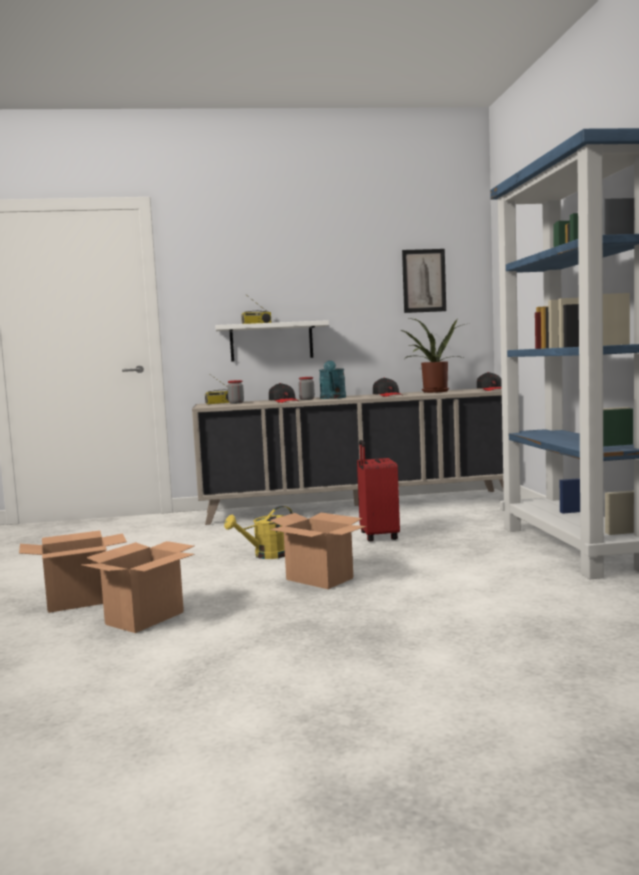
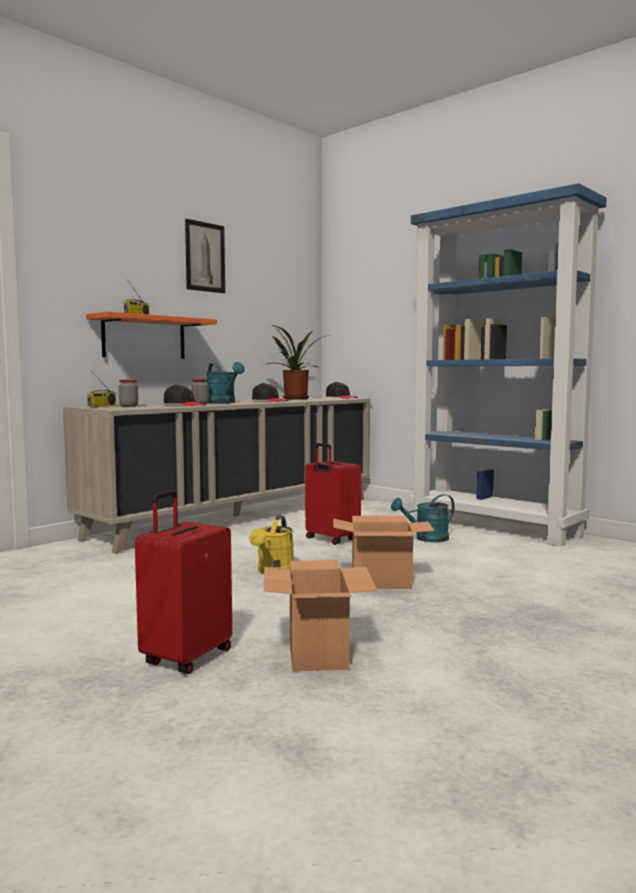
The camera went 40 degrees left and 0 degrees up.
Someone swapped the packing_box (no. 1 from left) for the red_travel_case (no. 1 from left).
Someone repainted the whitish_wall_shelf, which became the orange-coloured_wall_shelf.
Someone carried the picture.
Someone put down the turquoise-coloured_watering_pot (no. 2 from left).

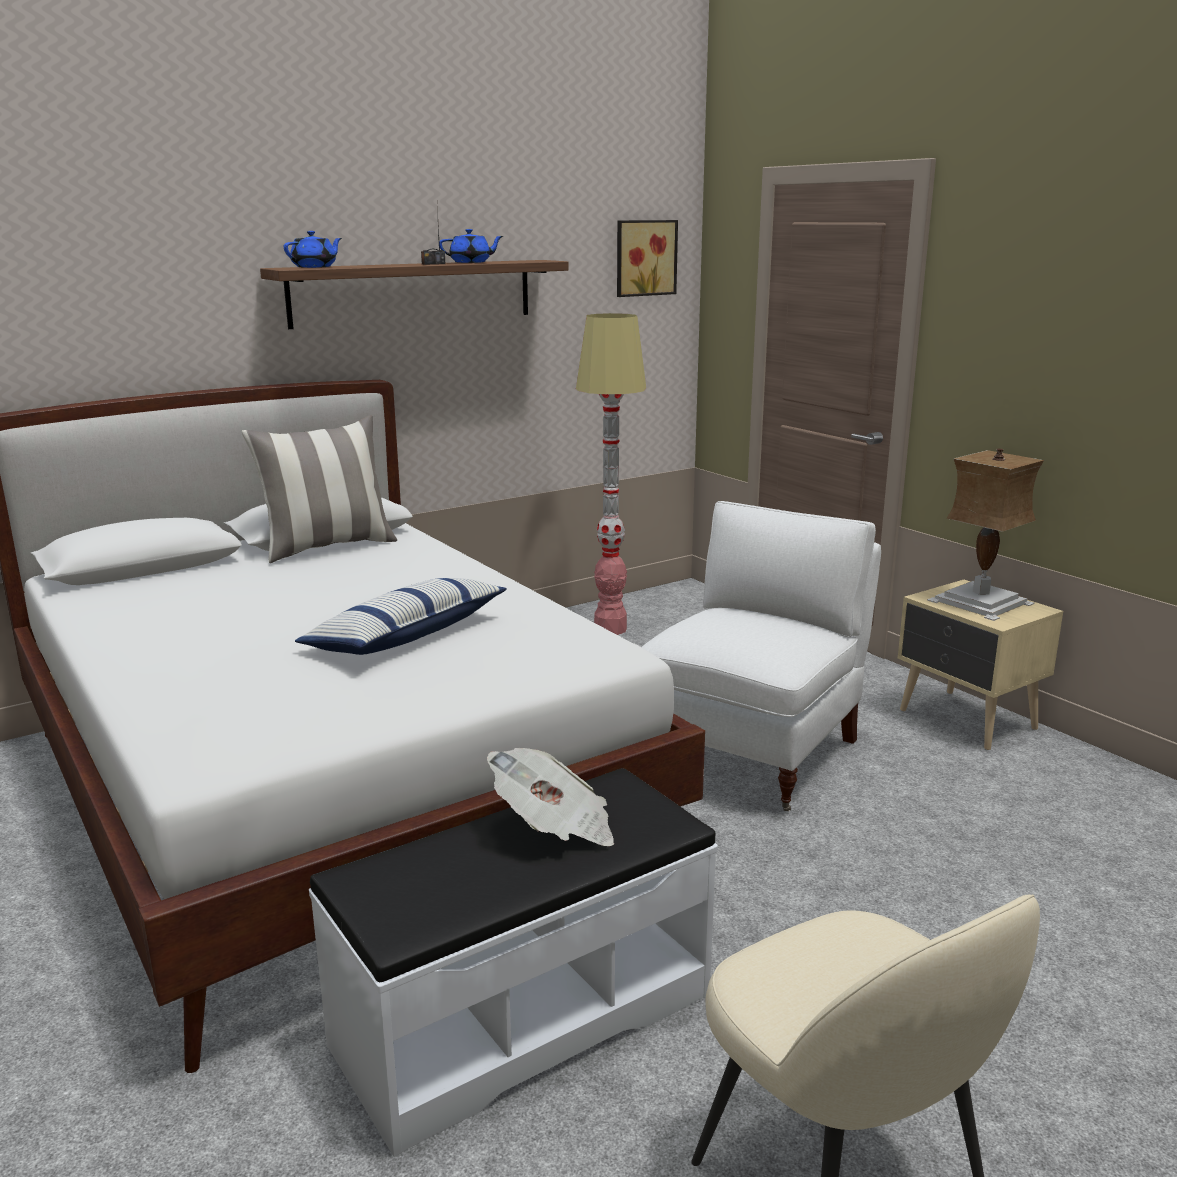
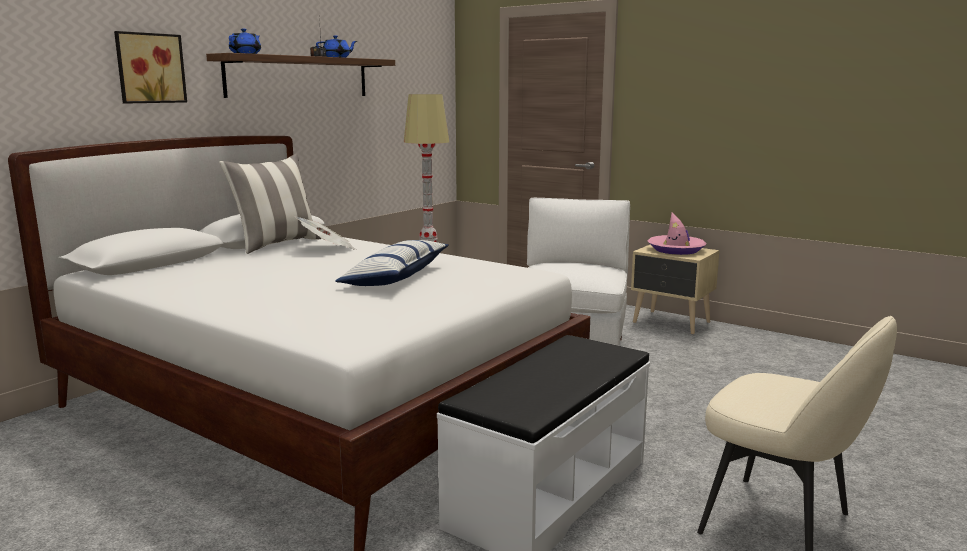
The camera went 20 degrees left and 5 degrees down.
Someone carried the printed_paper.
Someone carried the picture.
Someone swapped the table_lamp for the pink-coloured_hat.

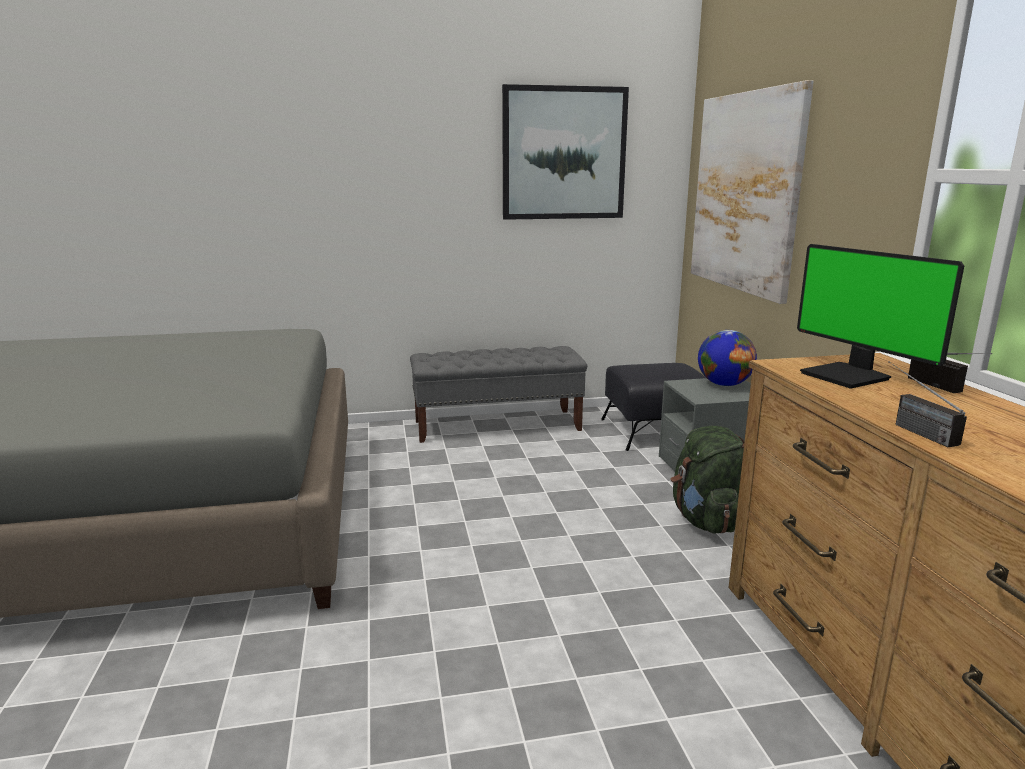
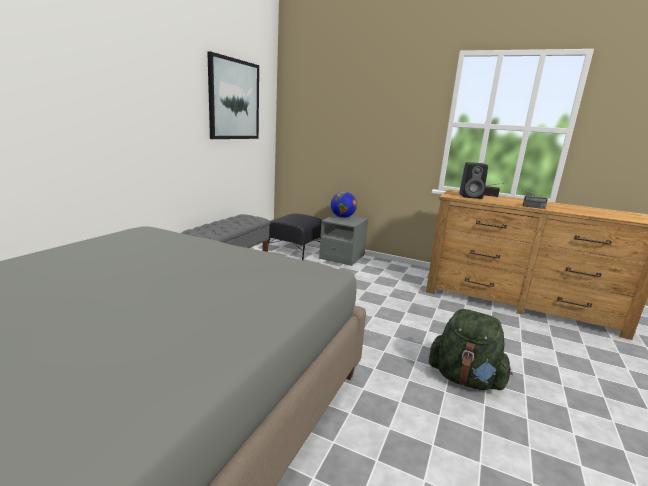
The camera went 55 degrees left and 0 degrees up.
Someone carried the greenish_backpack.
Someone took away the picture (no. 2 from left).
Someone swapped the computer_display for the blackish_loudspeaker.

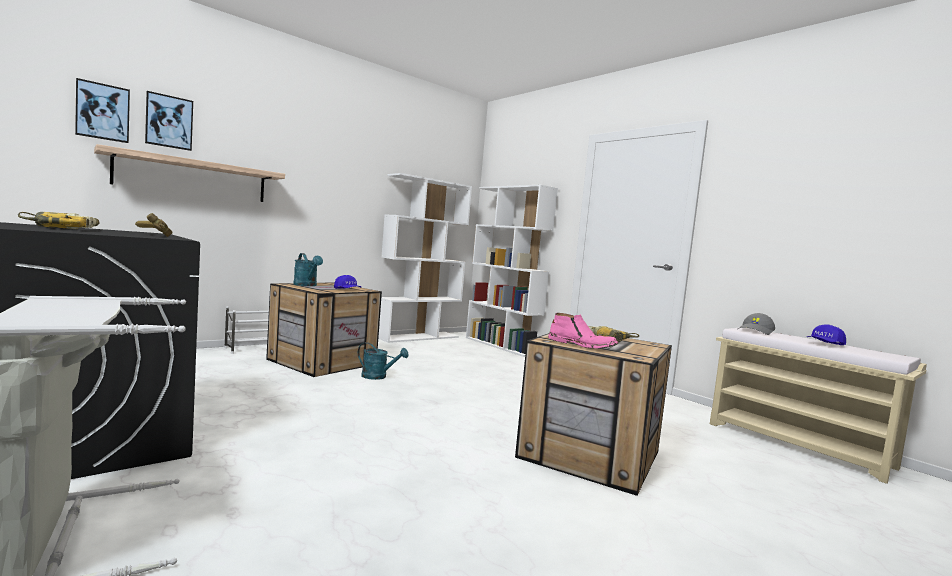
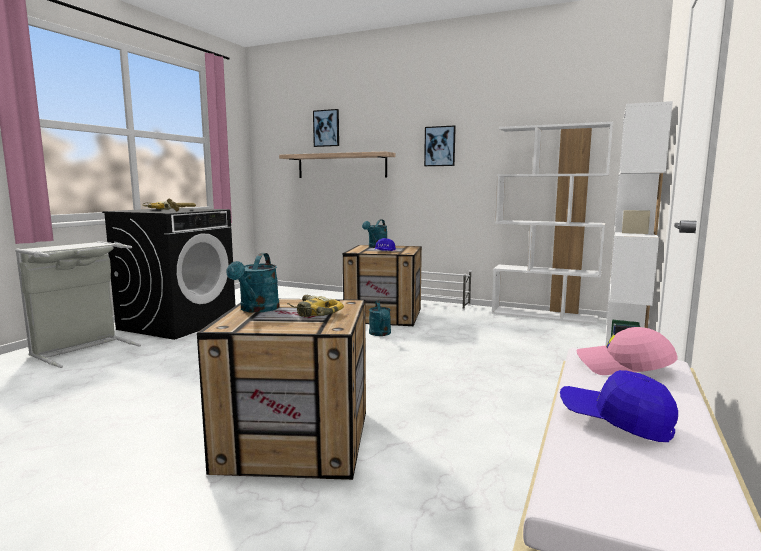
The camera went 65 degrees right and 5 degrees up.
Someone carried the picture (no. 1 from left in the first image).
Someone swapped the pink-coloured_tall_boot for the turquoise-coloured_watering_pot (no. 1 from left).
Someone repainted the grey_cap, which became the pink-coloured_cap.

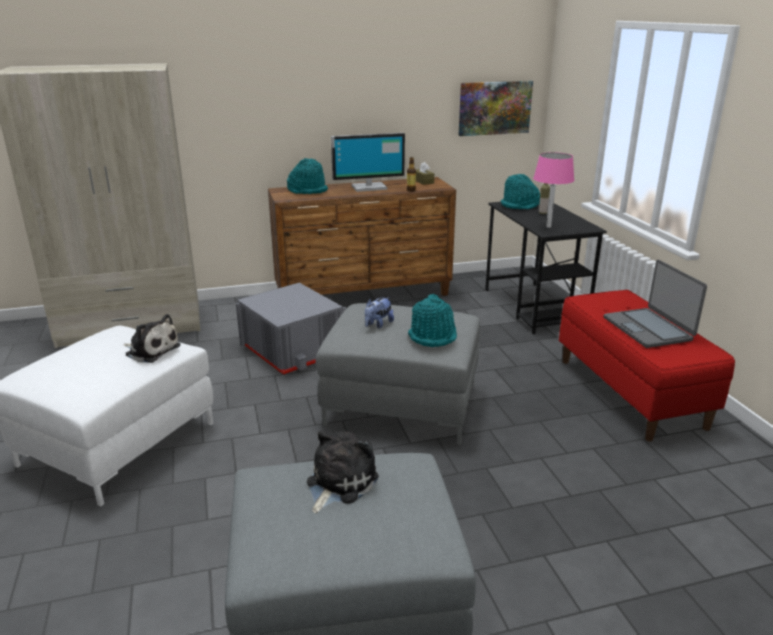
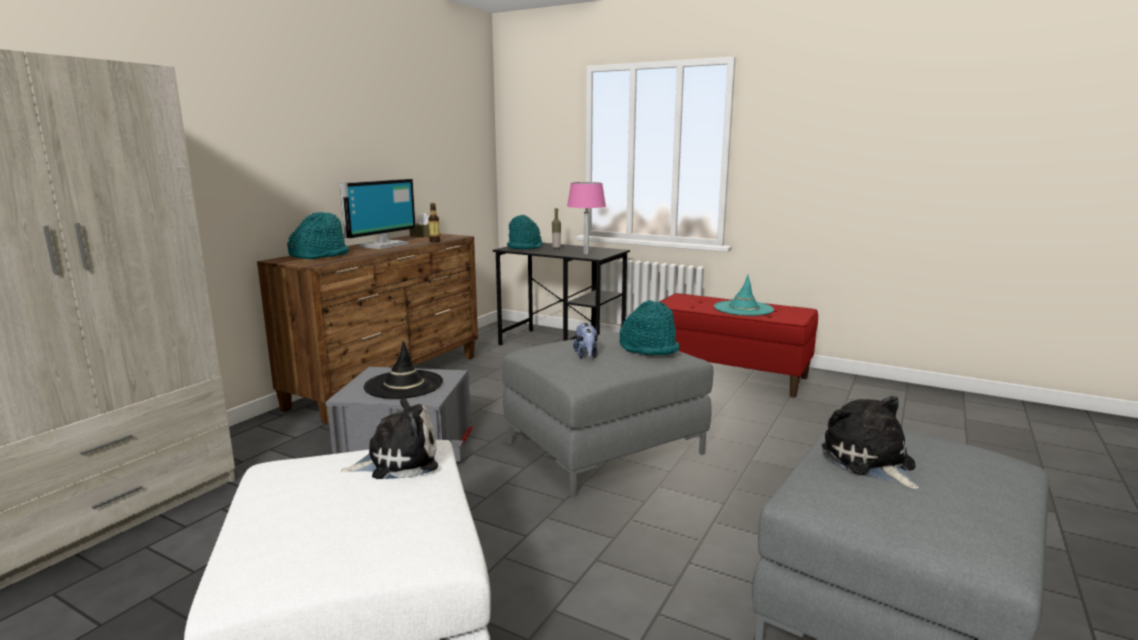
The camera went 45 degrees left and 10 degrees down.
Someone took away the picture.
Someone swapped the laptop for the turquoise-coloured_hat (no. 4 from left).
Someone put down the blackish_hat.

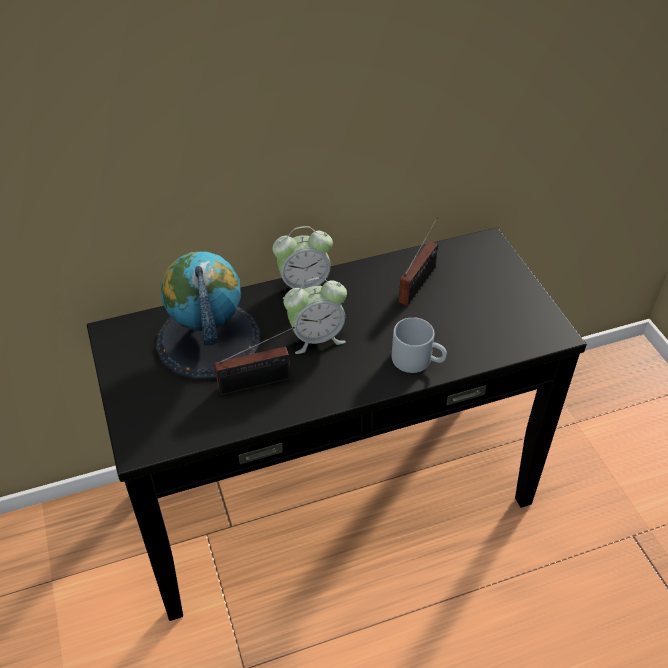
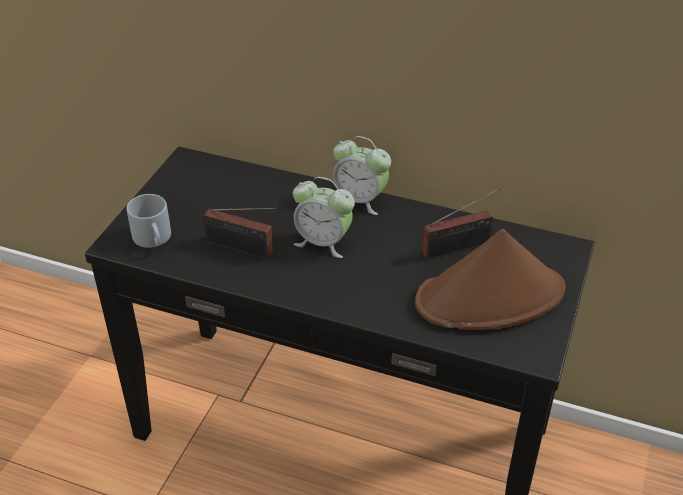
The camera went 40 degrees right and 5 degrees down.
Someone took away the world_globe.
Someone carried the grey_mug.
Someone put down the brown-coloured_hat.

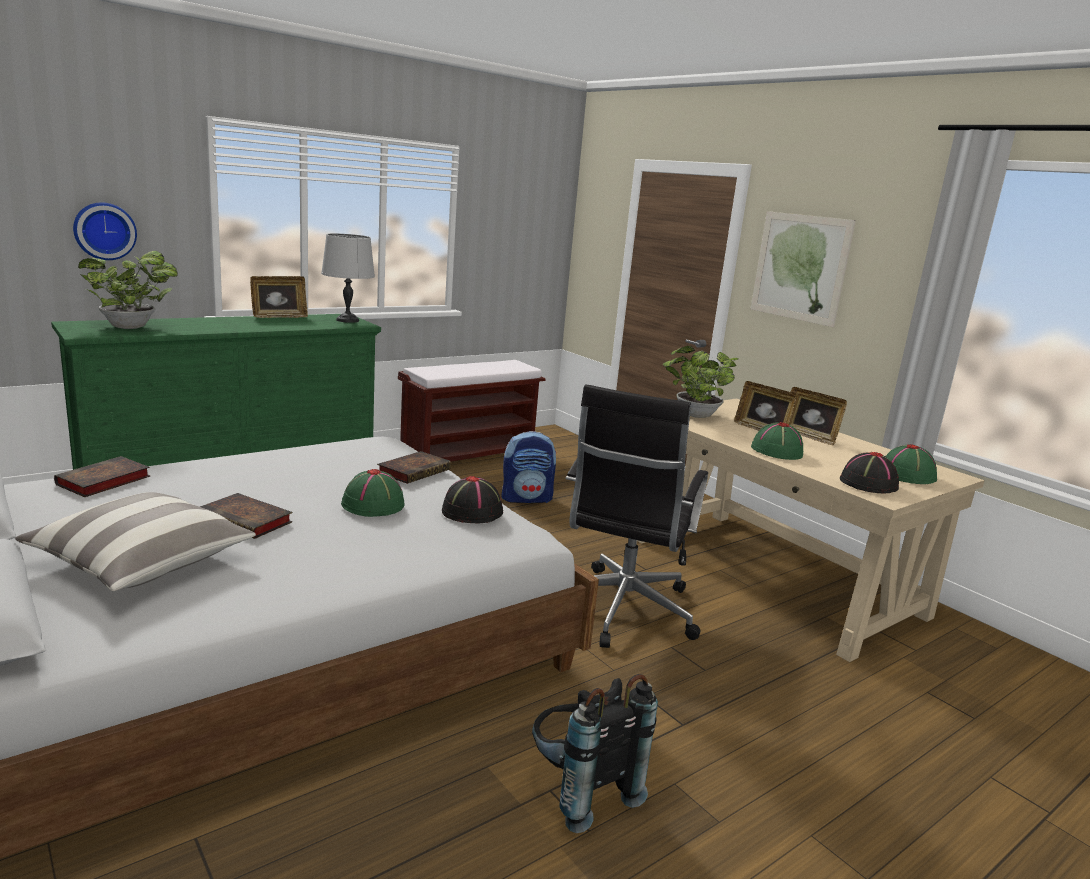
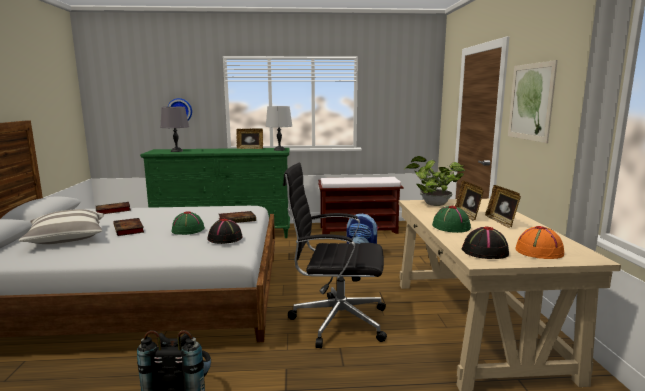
The camera went 35 degrees right and 5 degrees down.
Someone swapped the plant_in_a_pot (no. 1 from left) for the grey_table_lamp (no. 1 from left).
Someone rotated the blackish_office_chair by 45 degrees clockwise.
Someone repainted the greenish_hat (no. 3 from left), which became the orange-coloured_hat.

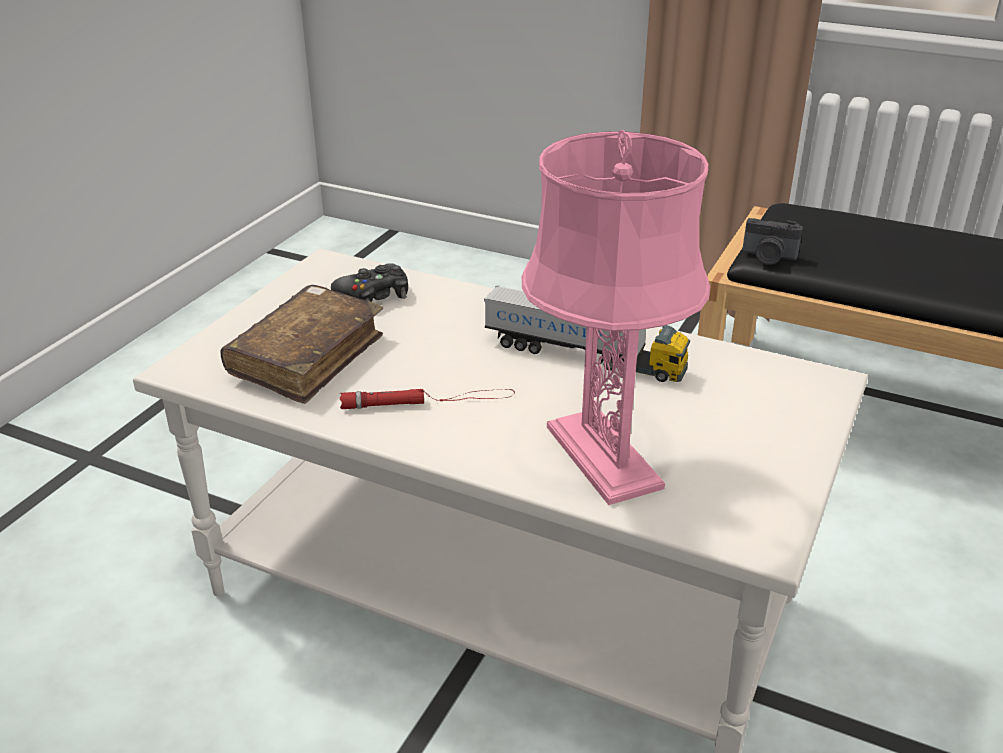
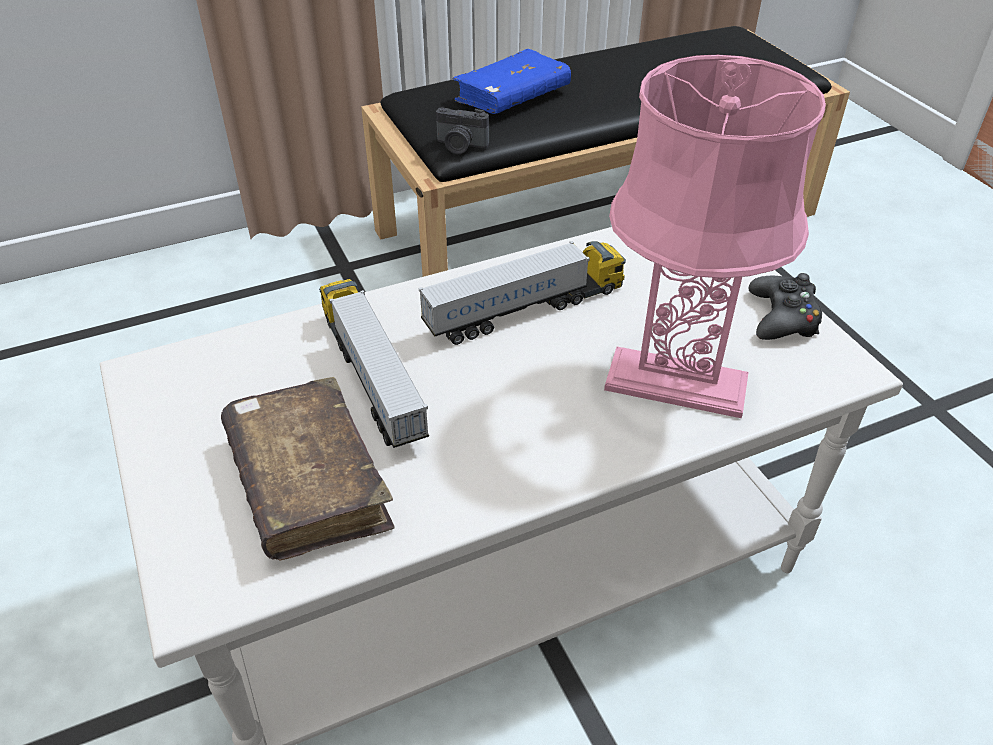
The camera went 50 degrees left and 10 degrees up.
Someone carried the blackish_gamepad.
Someone took away the red_hand_torch.
Someone rotated the photo_camera by 45 degrees clockwise.
Someone put down the toy_lorry (no. 1 from left).
Someone put down the blue_volume.

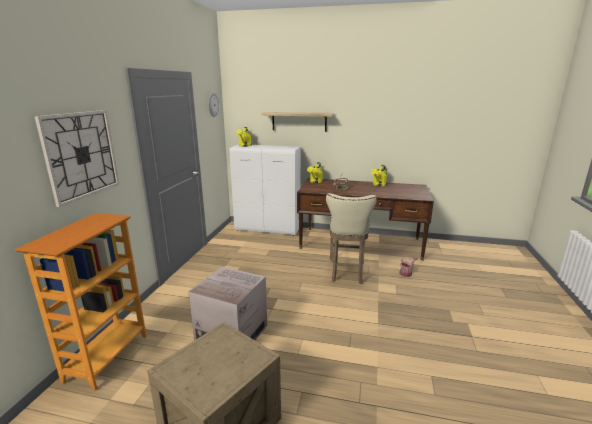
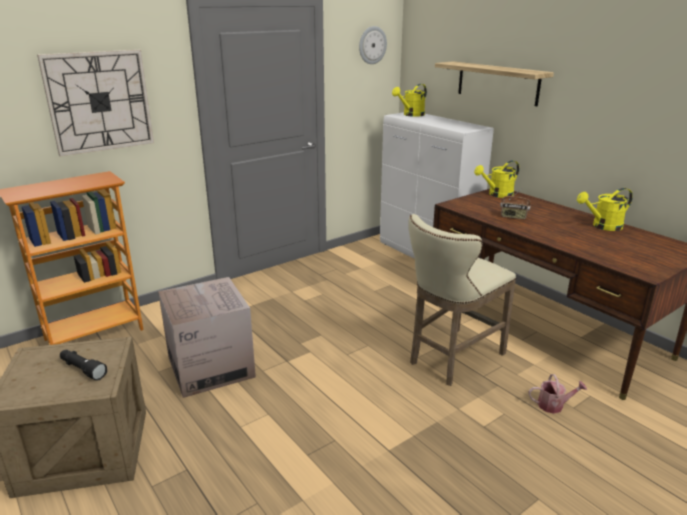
The camera went 40 degrees right and 5 degrees up.
Someone put down the blackish_hand_torch.

